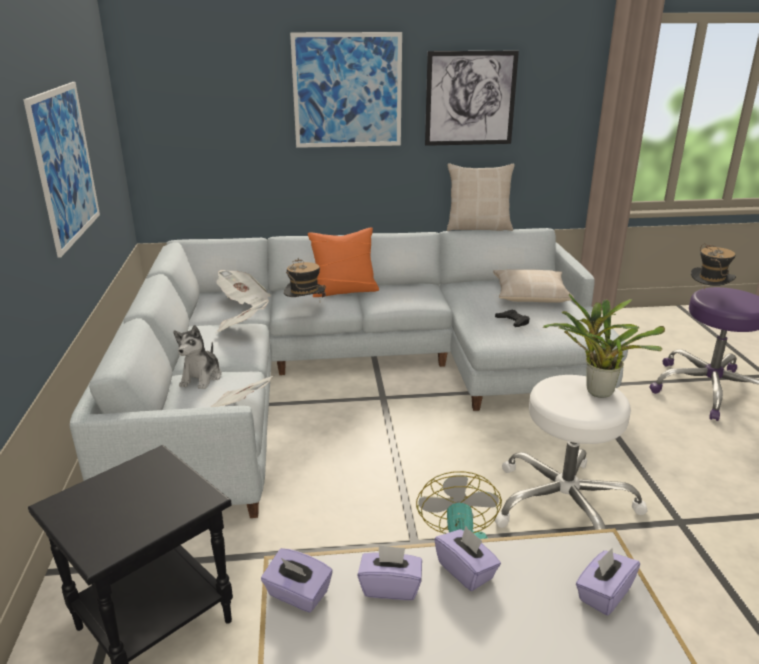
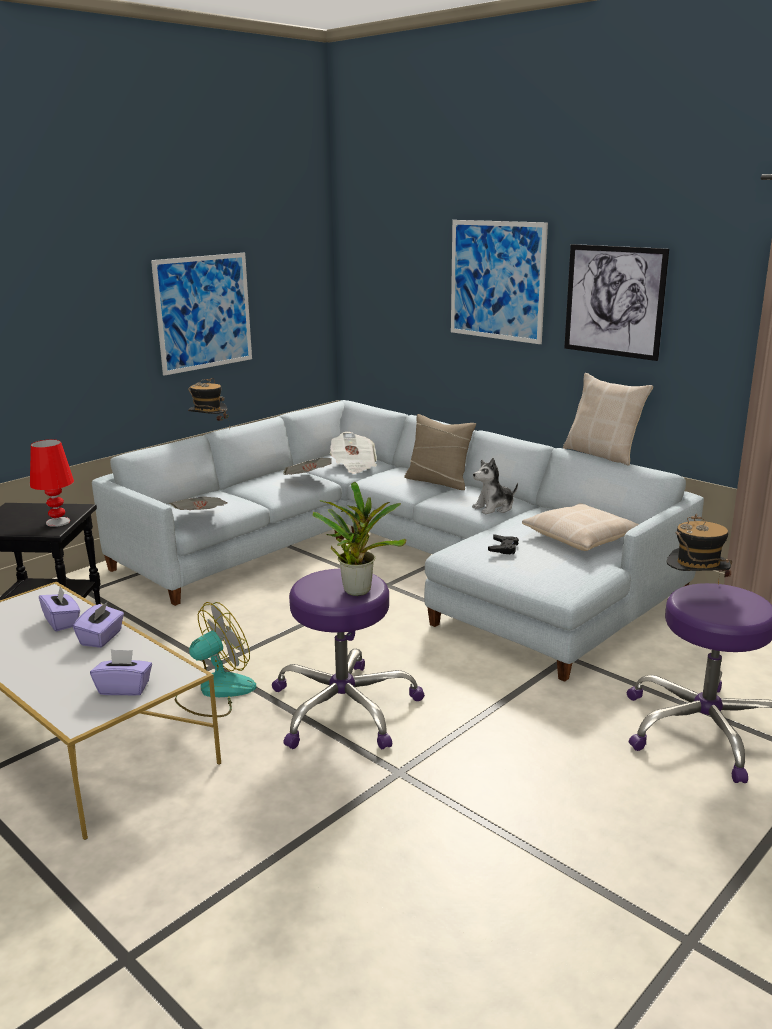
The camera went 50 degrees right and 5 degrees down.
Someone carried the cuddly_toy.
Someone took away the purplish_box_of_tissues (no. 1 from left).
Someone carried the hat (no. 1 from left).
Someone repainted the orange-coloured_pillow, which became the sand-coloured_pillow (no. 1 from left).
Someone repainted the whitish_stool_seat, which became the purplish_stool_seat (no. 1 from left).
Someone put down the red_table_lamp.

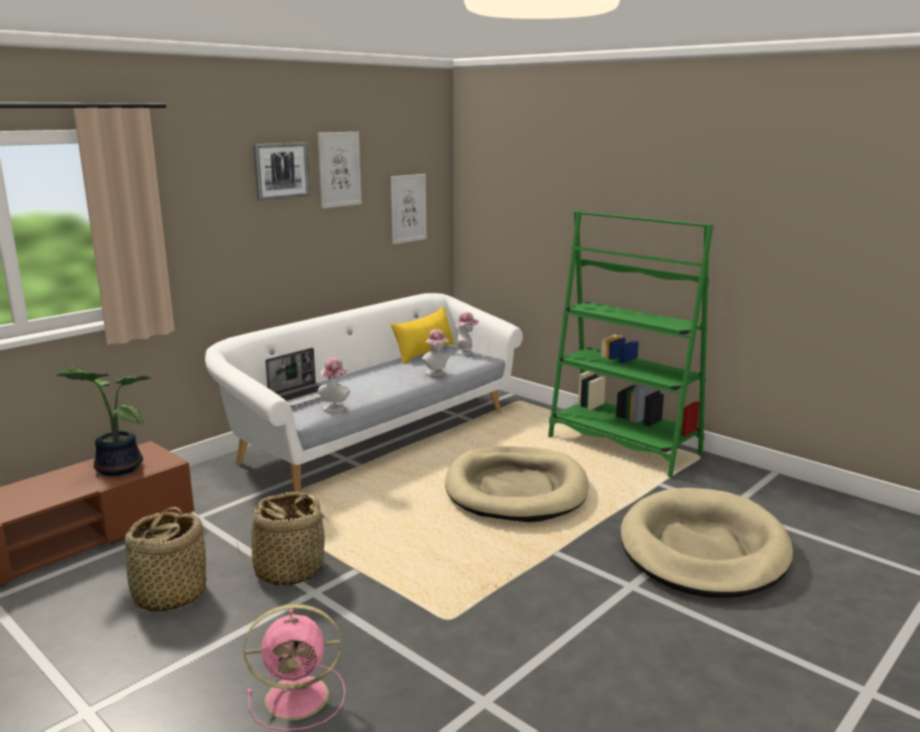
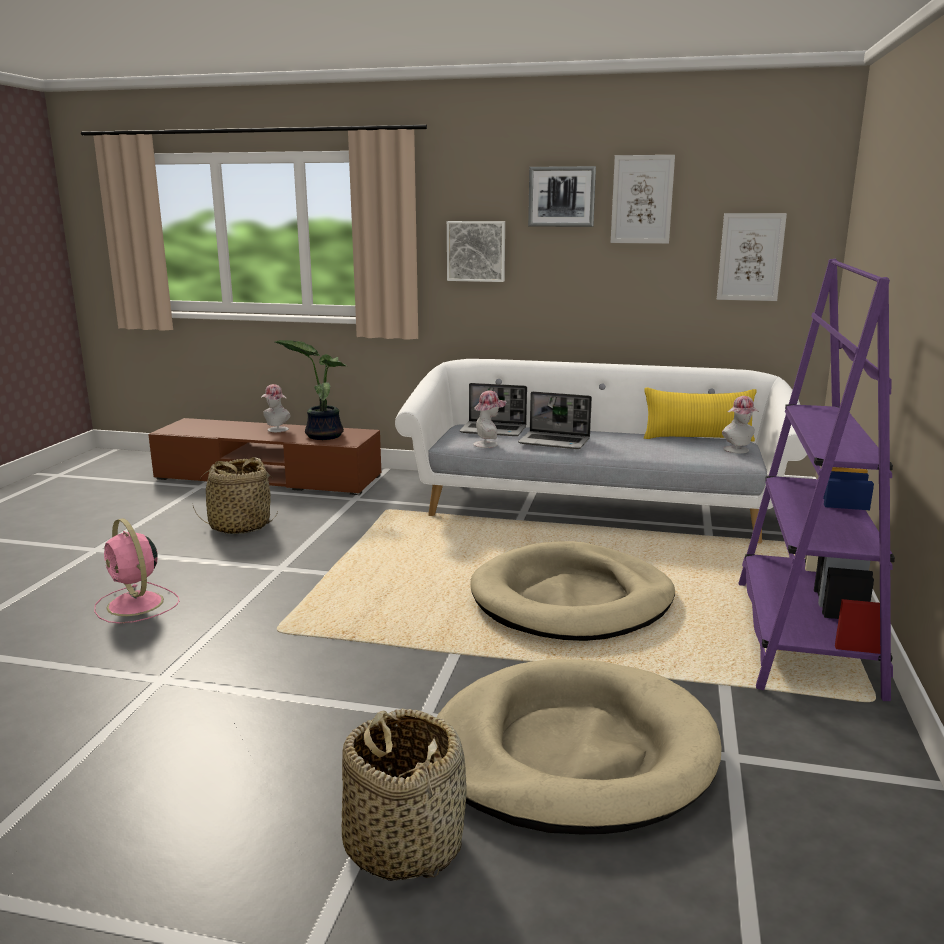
The camera went 60 degrees right and 0 degrees up.
Someone carried the household_basket (no. 2 from left).
Someone carried the hat (no. 2 from left in the first image).
Someone repainted the greenish_bookcase, which became the purplish_bookcase.
Someone put up the picture (no. 1 from left).
Someone put down the laptop (no. 2 from left).

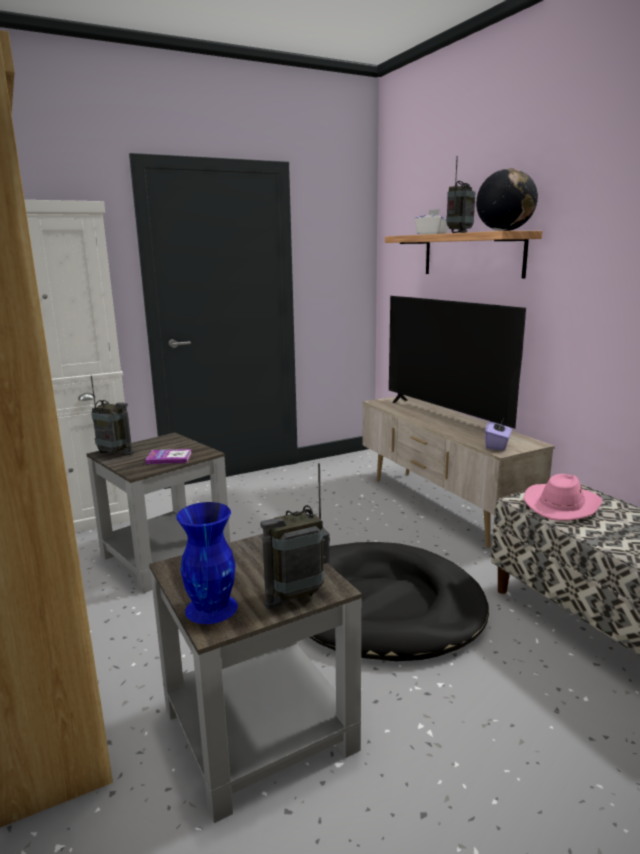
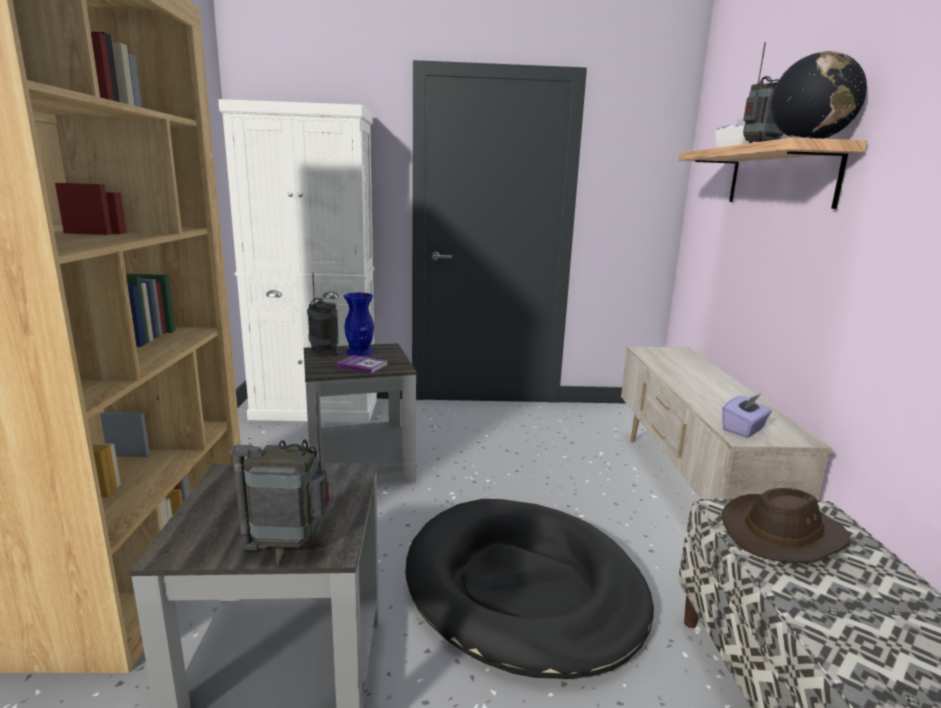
The camera went 25 degrees right and 0 degrees up.
Someone carried the blue_flower_vase.
Someone took away the television.
Someone repainted the pink-coloured_hat, which became the brown-coloured_hat.

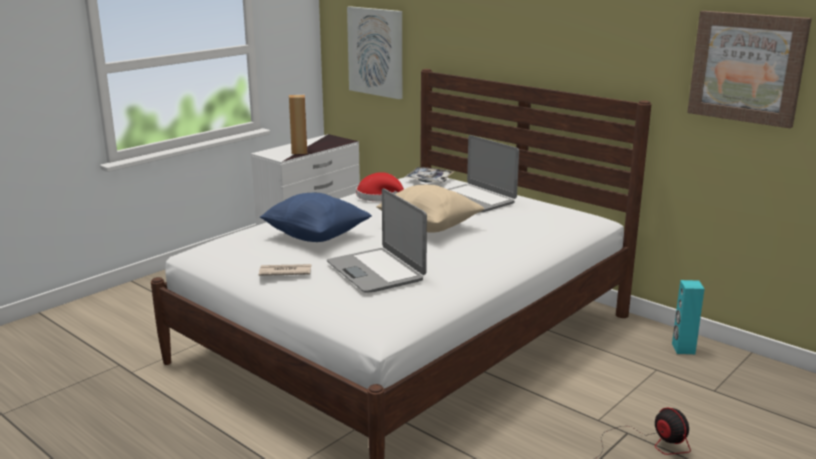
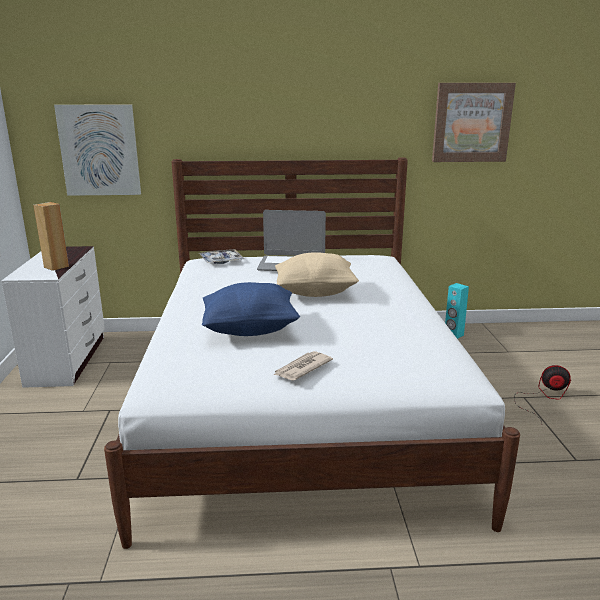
The camera went 45 degrees left and 0 degrees up.
Someone took away the laptop (no. 1 from left).
Someone took away the red_hat.

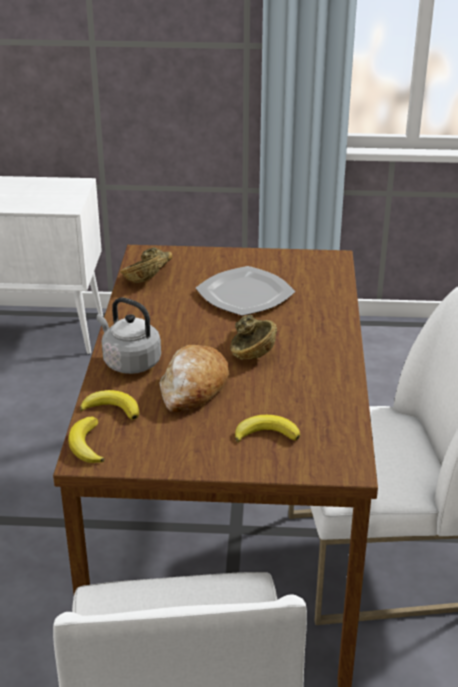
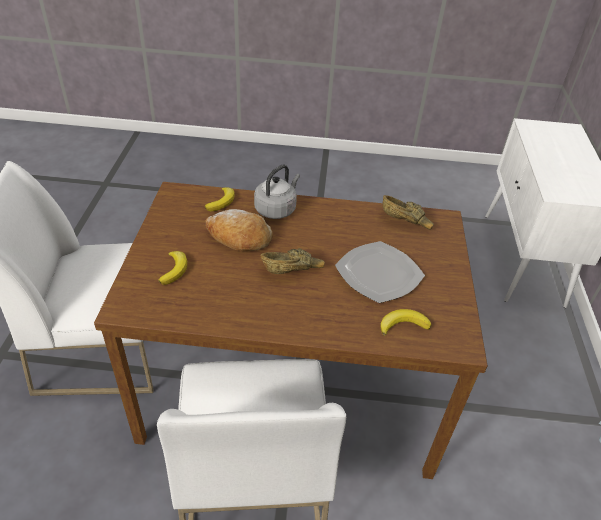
The camera went 90 degrees right and 10 degrees up.
Someone carried the banana (no. 1 from left in the first image).

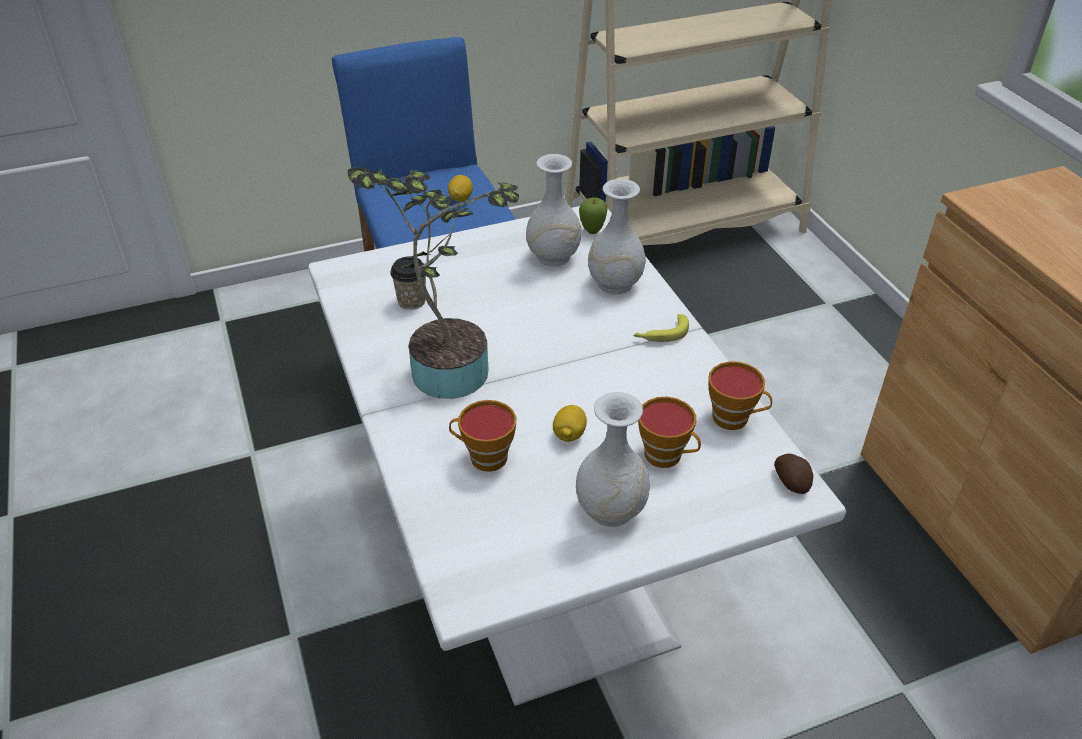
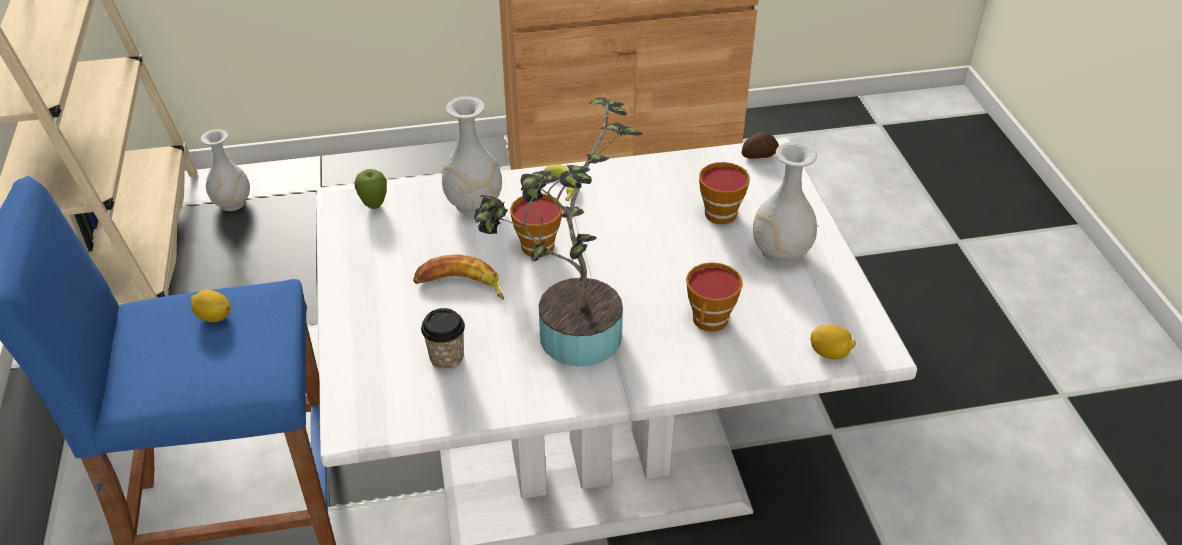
The camera went 80 degrees left and 0 degrees up.
Someone carried the whitish_flower_vase (no. 1 from left).
Someone carried the whole_lemon (no. 2 from left).
Someone carried the drinking_cup (no. 4 from left in the first image).
Someone put down the banana (no. 1 from left).

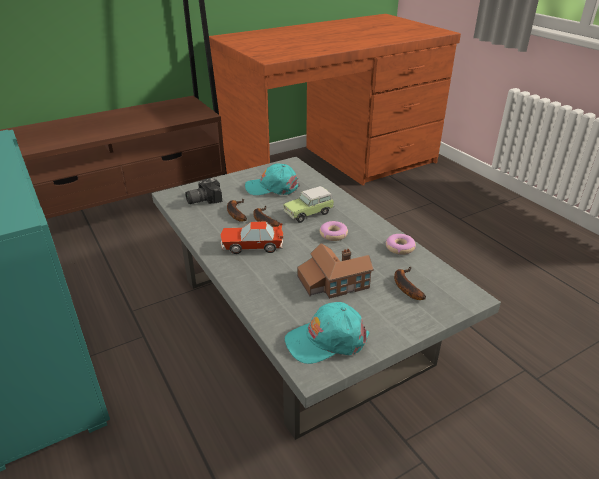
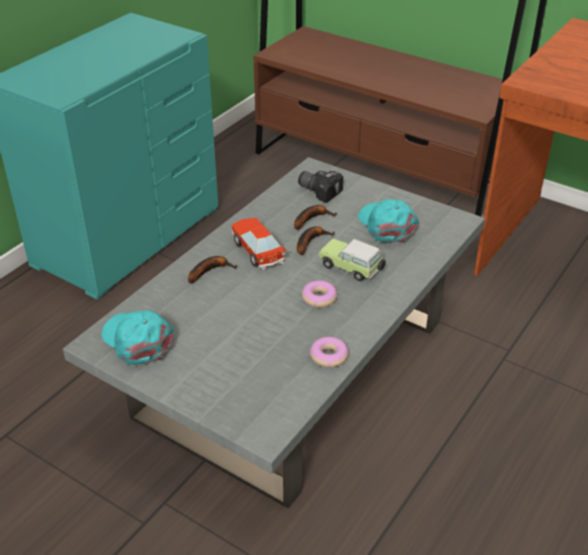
The camera went 65 degrees right and 5 degrees up.
Someone took away the miniature_house.
Someone carried the banana (no. 3 from left in the first image).

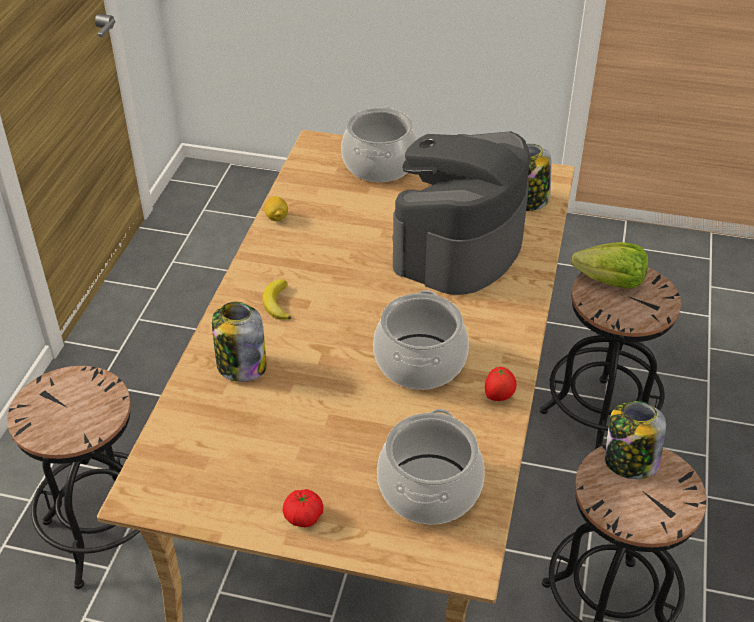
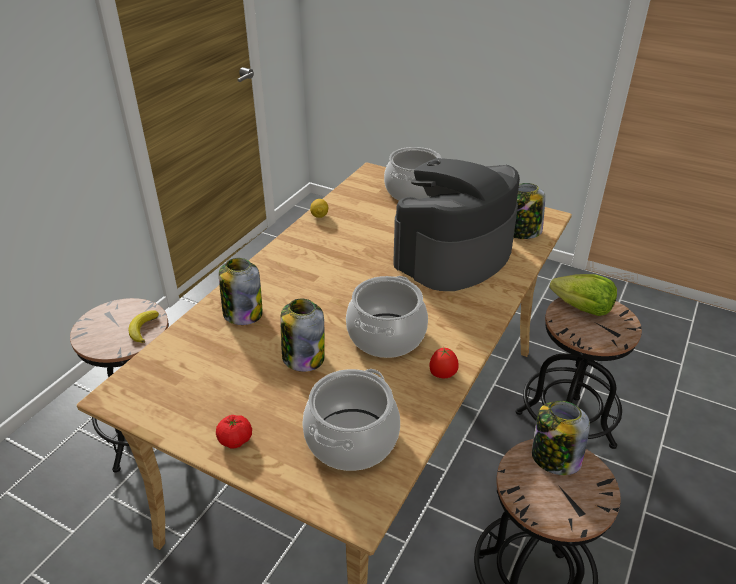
The camera went 15 degrees right and 5 degrees down.
Someone carried the banana.
Someone put down the jar (no. 2 from left).

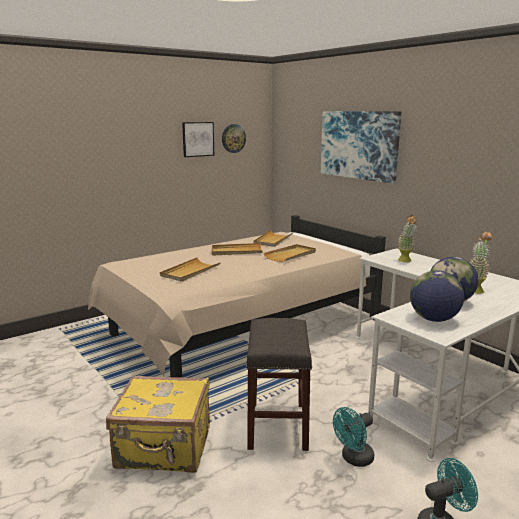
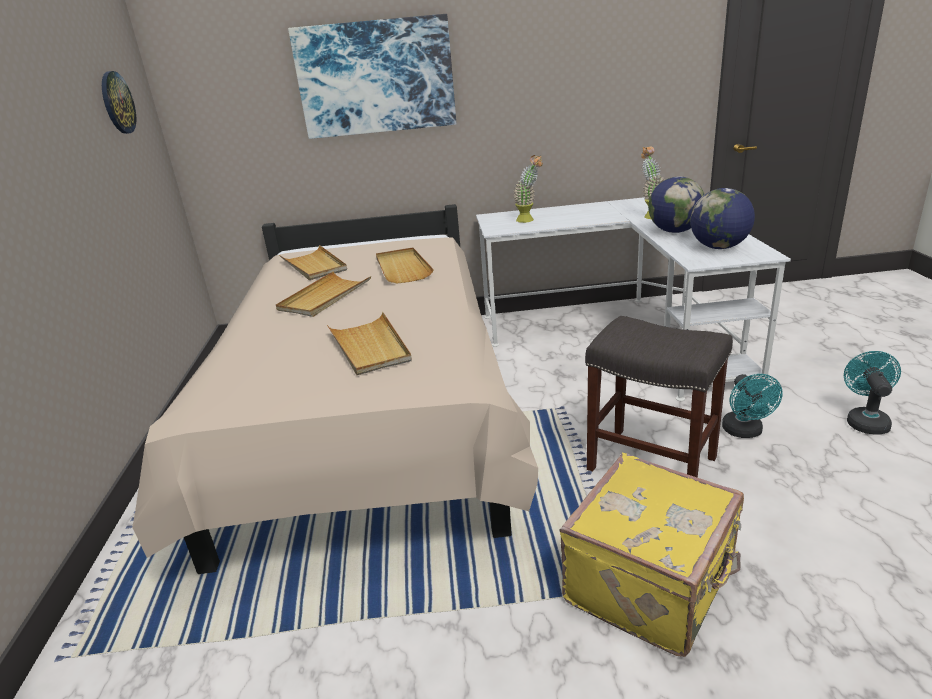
The camera went 55 degrees left and 10 degrees up.
Someone took away the picture (no. 1 from left).

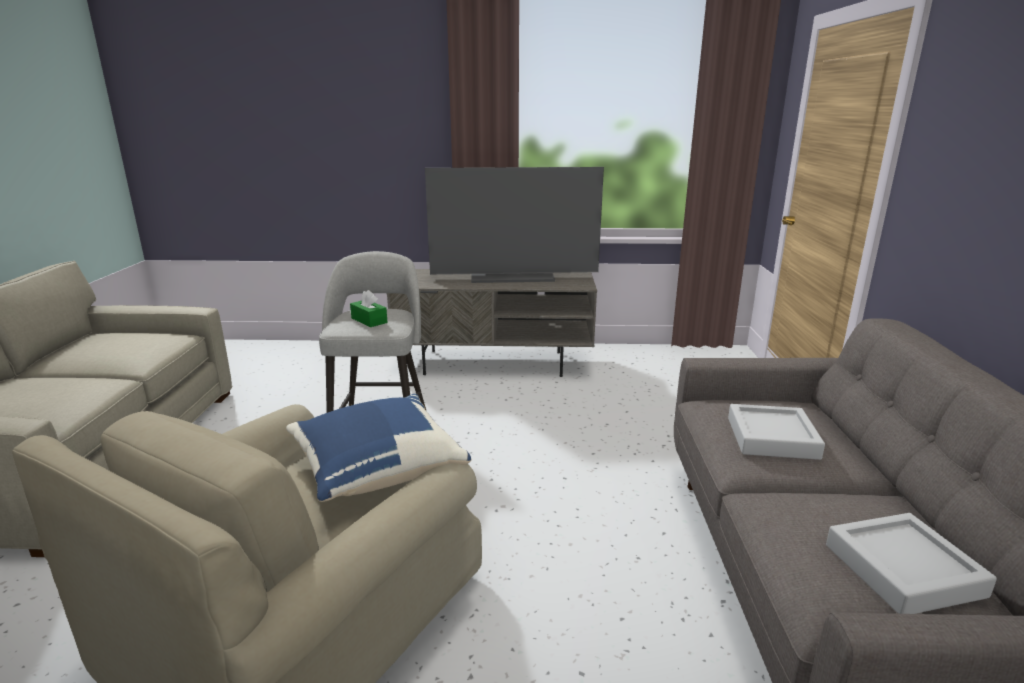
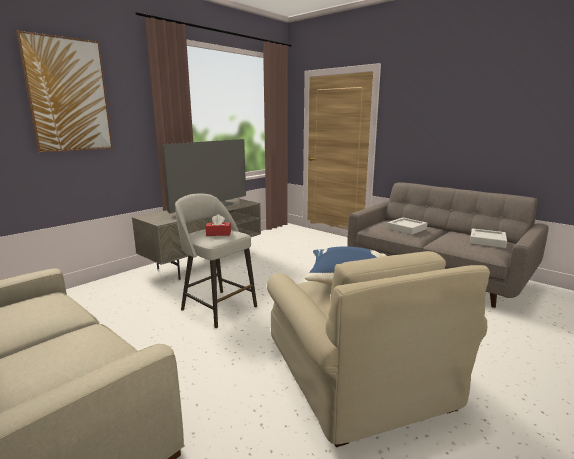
The camera went 50 degrees left and 5 degrees down.
Someone repainted the greenish_box_of_tissues, which became the red_box_of_tissues.
Someone put up the picture.

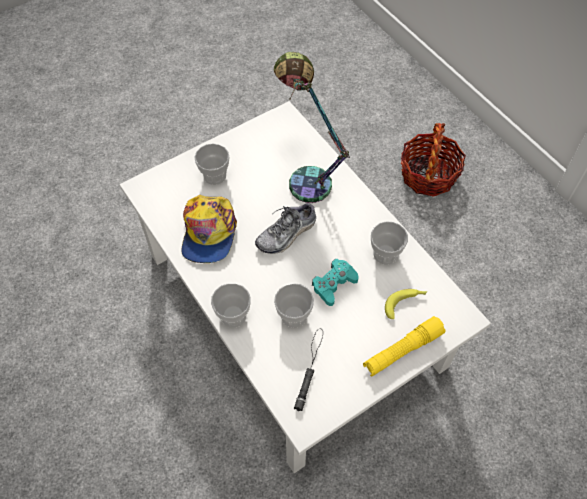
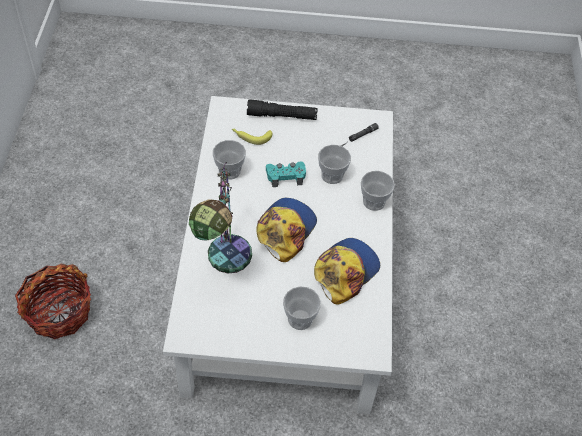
The camera went 145 degrees left and 5 degrees down.
Someone swapped the shoe for the cap (no. 1 from left).
Someone repainted the yellowish_hand_torch, which became the blackish_hand_torch (no. 1 from left).

